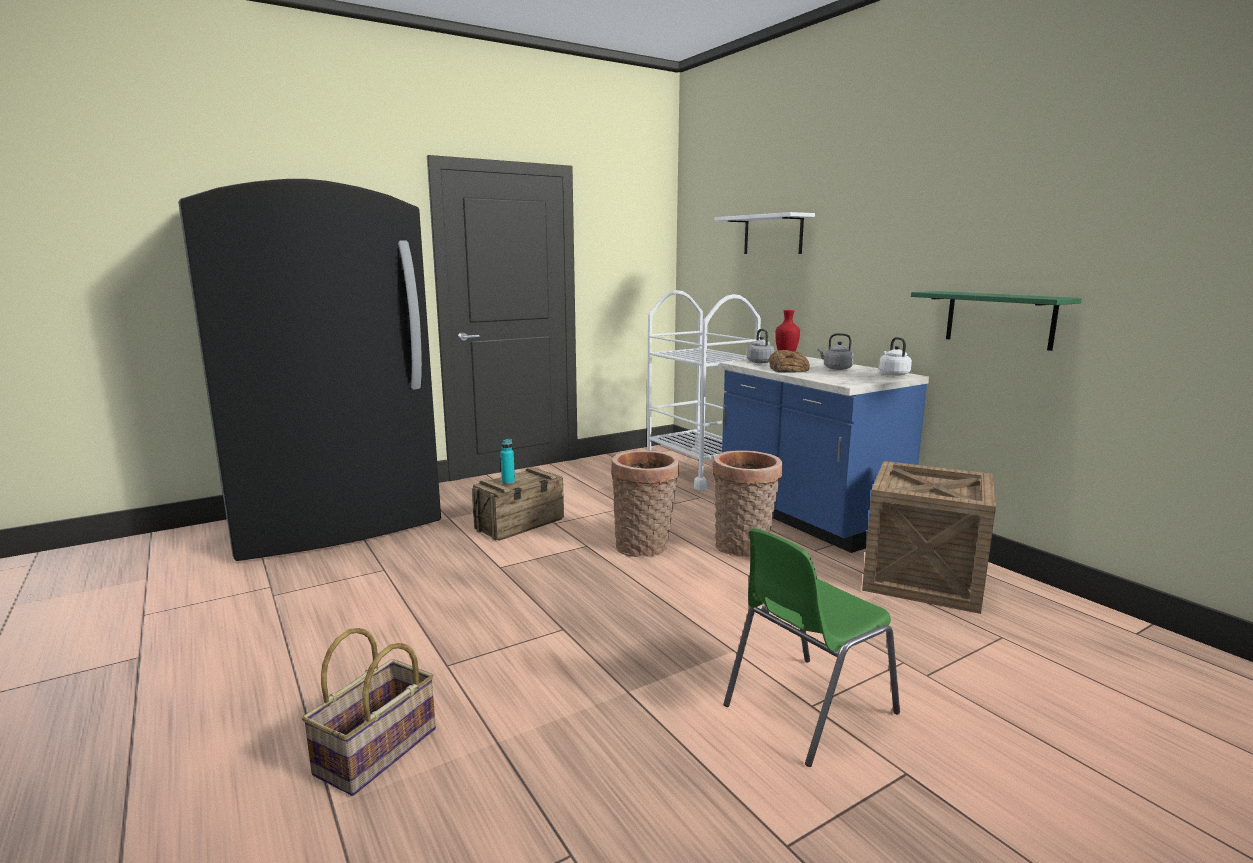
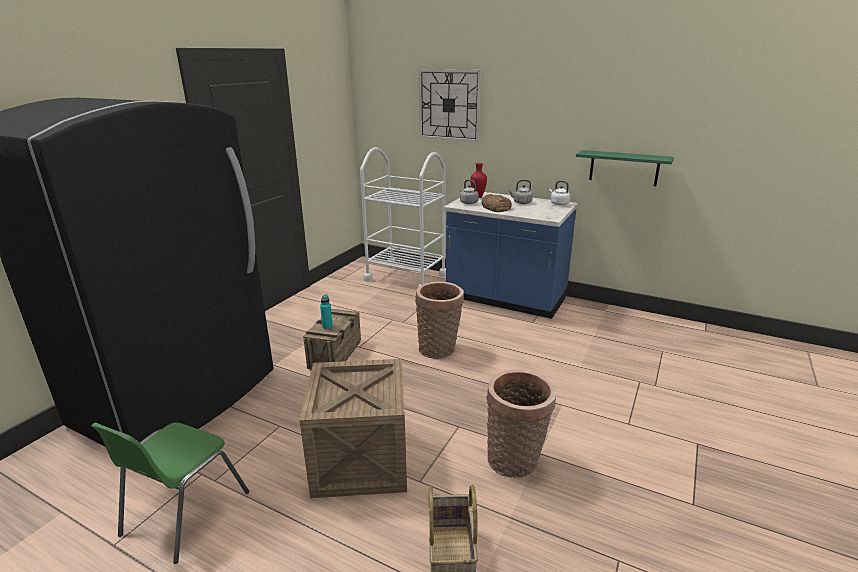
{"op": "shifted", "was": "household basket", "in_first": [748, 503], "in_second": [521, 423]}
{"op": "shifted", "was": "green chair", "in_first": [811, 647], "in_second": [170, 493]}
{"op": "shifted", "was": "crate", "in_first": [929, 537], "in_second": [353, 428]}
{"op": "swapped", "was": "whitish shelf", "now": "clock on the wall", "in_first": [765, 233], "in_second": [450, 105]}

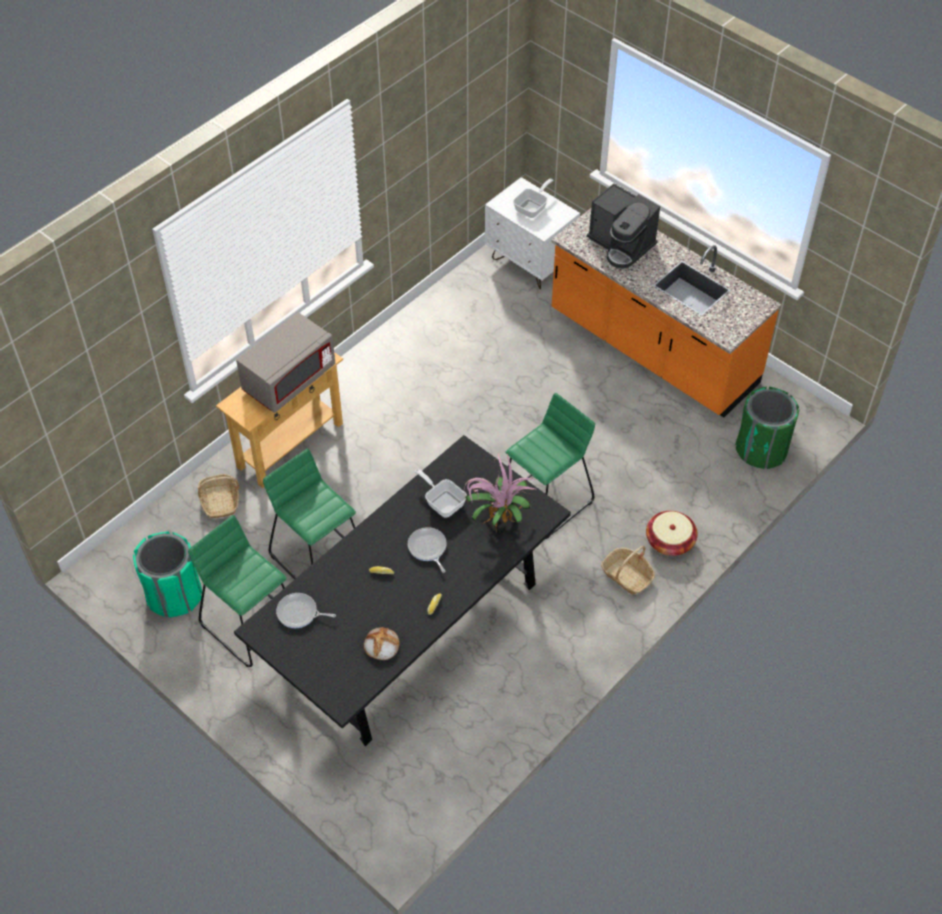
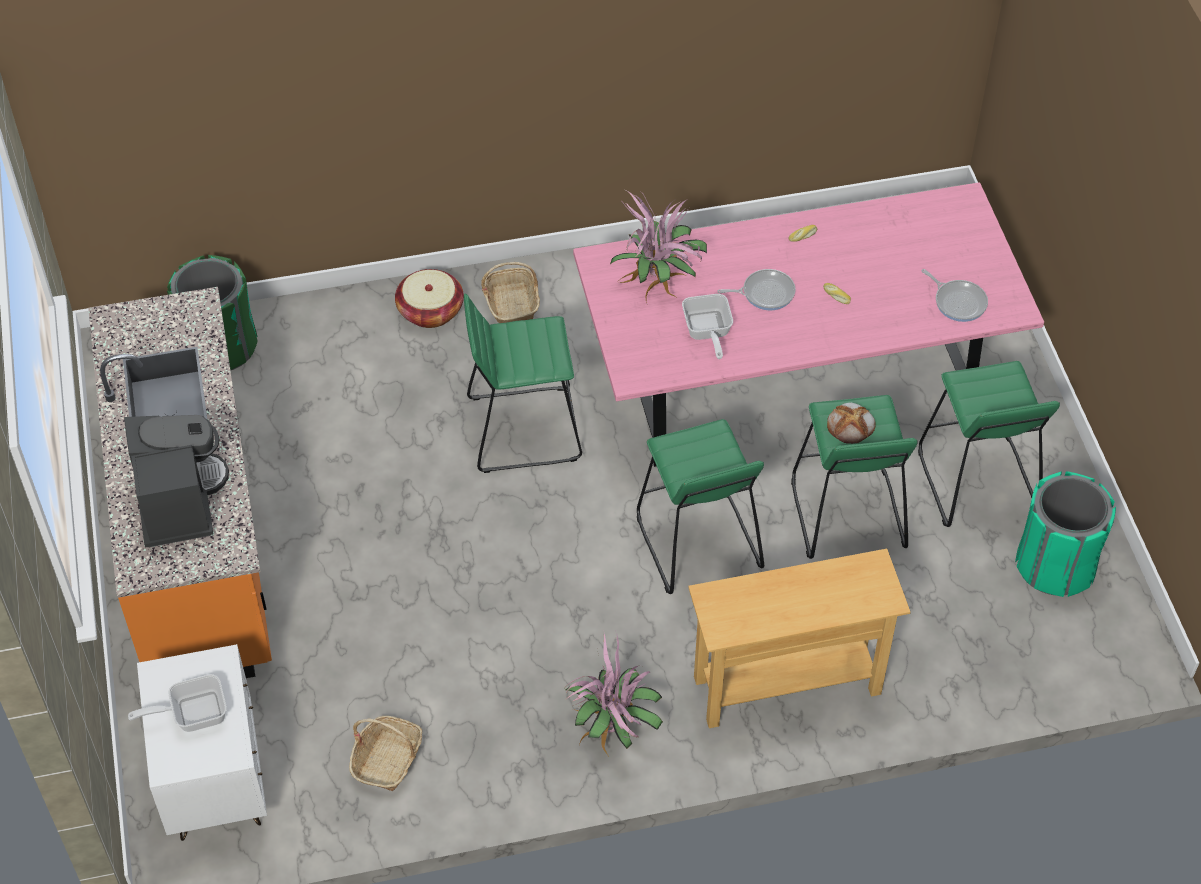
{"op": "gone", "was": "greyish microwave oven", "in_first": [285, 362]}
{"op": "new", "now": "houseplant", "in_second": [614, 693]}
{"op": "new", "now": "green stool", "in_second": [700, 506]}
{"op": "shifted", "was": "household basket", "in_first": [218, 496], "in_second": [385, 753]}
{"op": "shifted", "was": "bakery bread", "in_first": [381, 643], "in_second": [851, 423]}
{"op": "repainted", "was": "black-coloured dining table", "now": "pink dining table", "in_first": [402, 590], "in_second": [808, 324]}
{"op": "rotated", "was": "frying pan", "in_first": [427, 550], "in_second": [756, 289], "clockwise": -105}

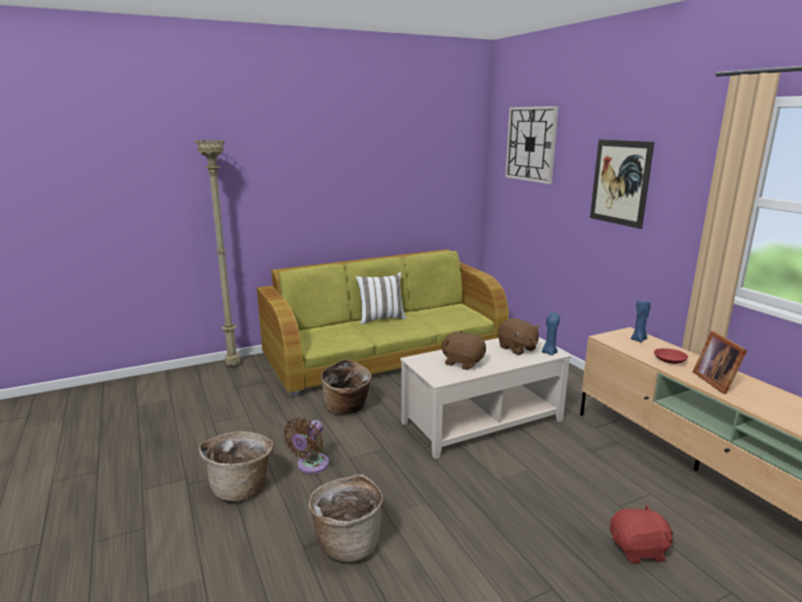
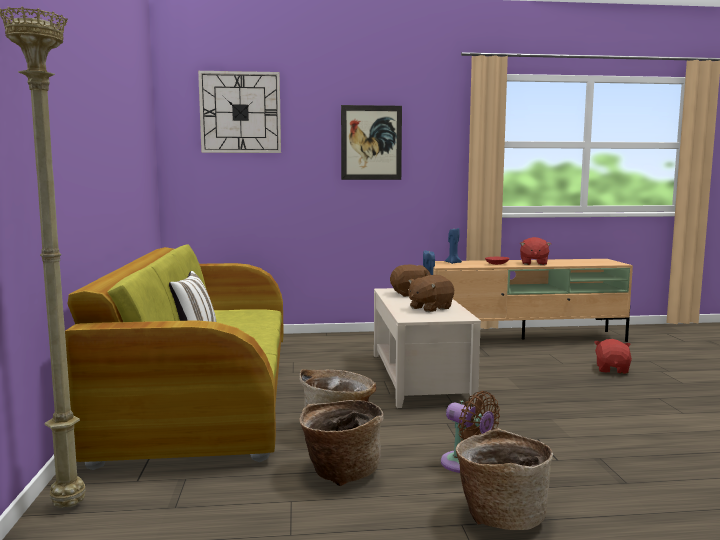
{"op": "shifted", "was": "household basket", "in_first": [346, 518], "in_second": [341, 443]}
{"op": "swapped", "was": "picture frame", "now": "red soft toy", "in_first": [720, 362], "in_second": [535, 251]}

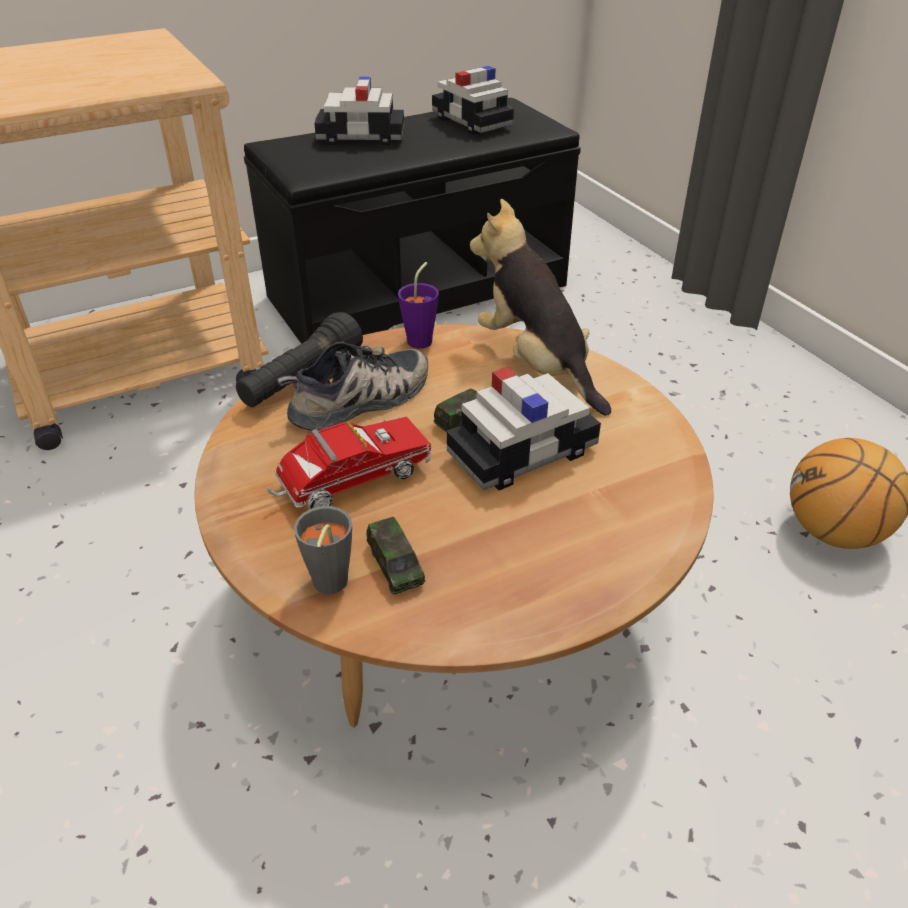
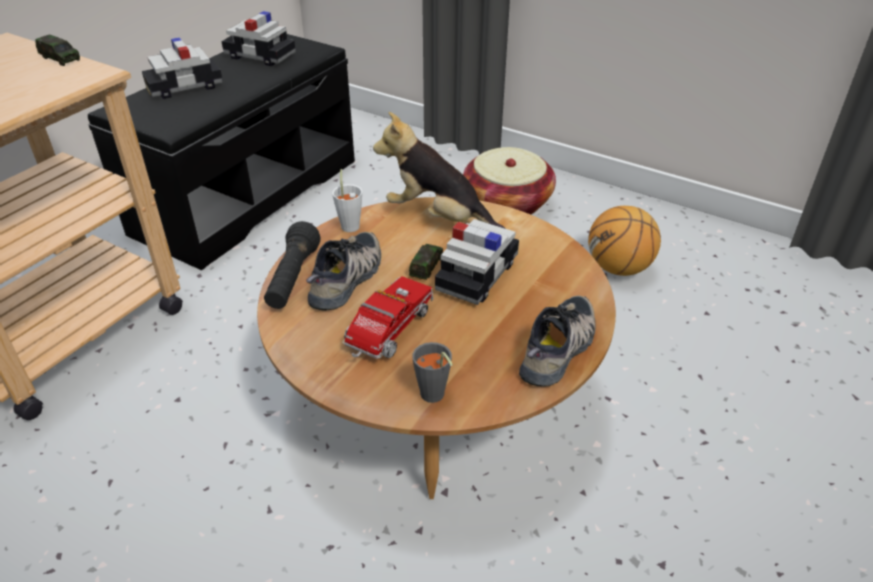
{"op": "new", "now": "household basket", "in_second": [509, 181]}
{"op": "new", "now": "shoe", "in_second": [557, 341]}
{"op": "shifted", "was": "miniature car", "in_first": [395, 555], "in_second": [58, 50]}
{"op": "repainted", "was": "purple-coloured cup", "now": "whitish cup", "in_first": [418, 305], "in_second": [347, 200]}

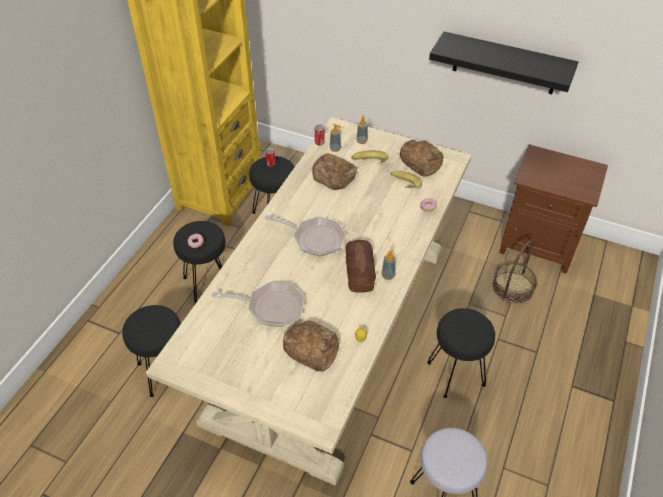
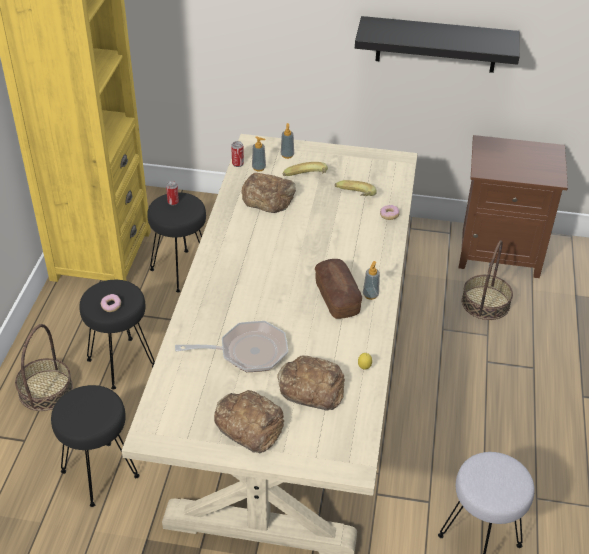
{"op": "gone", "was": "frying pan", "in_first": [305, 235]}
{"op": "gone", "was": "black-coloured stool", "in_first": [461, 353]}
{"op": "new", "now": "household basket", "in_second": [44, 367]}
{"op": "shifted", "was": "bakery bread", "in_first": [421, 158], "in_second": [249, 421]}

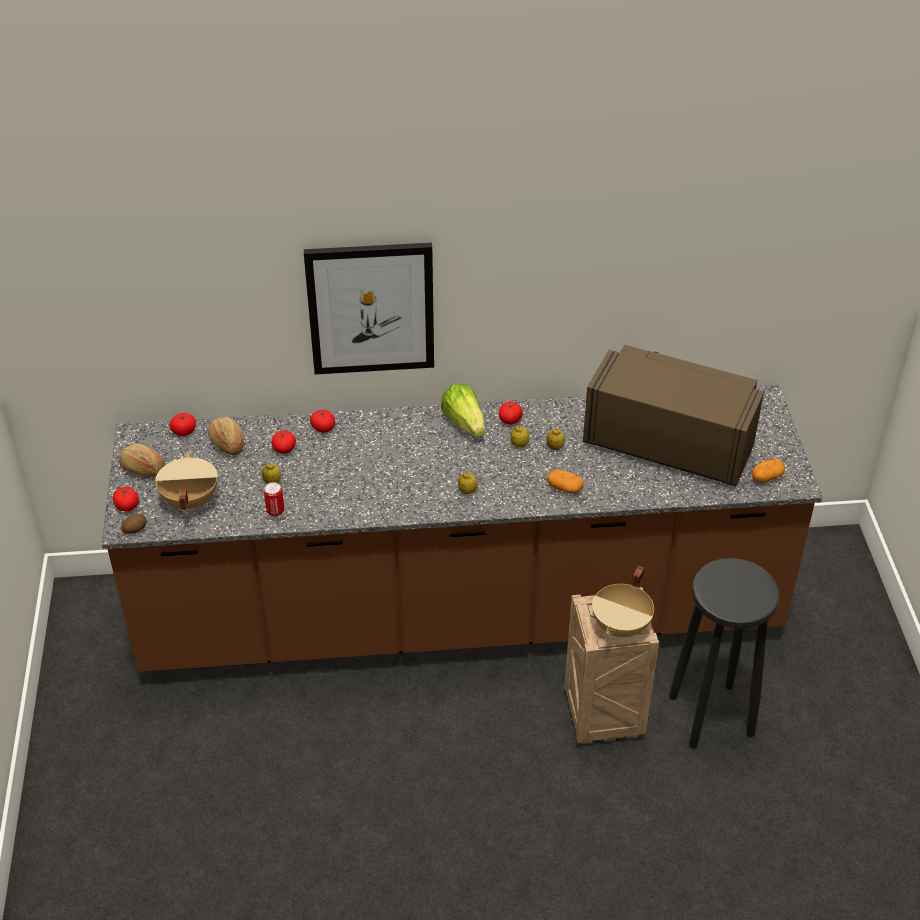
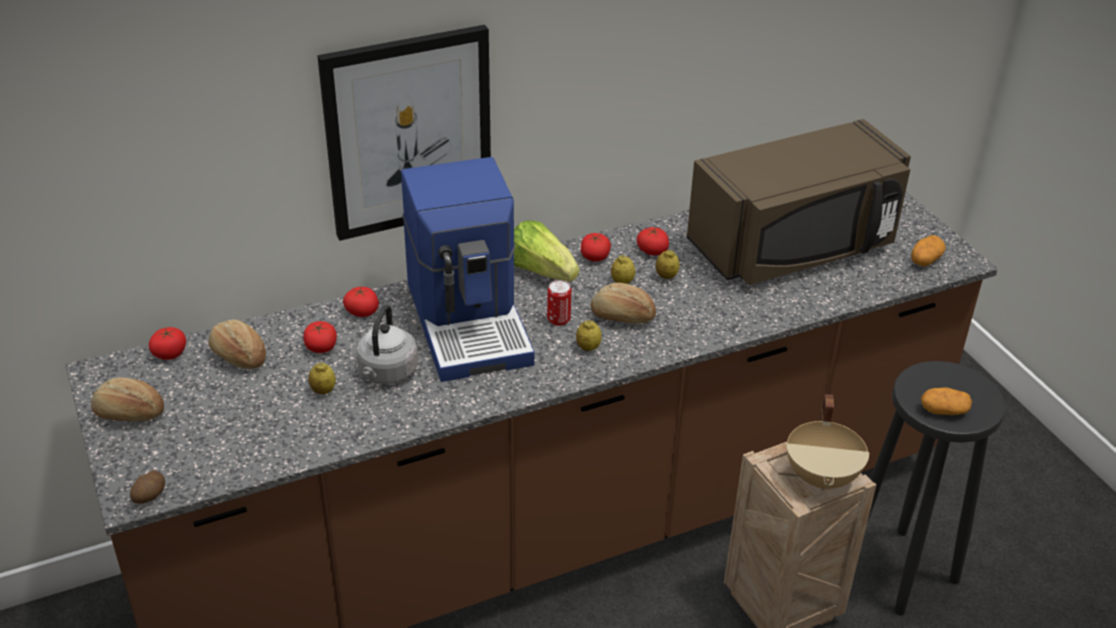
{"op": "gone", "was": "sand-coloured cooking pot", "in_first": [186, 481]}
{"op": "new", "now": "greyish water kettle", "in_second": [387, 344]}
{"op": "new", "now": "coffee maker", "in_second": [468, 269]}
{"op": "new", "now": "bakery bread", "in_second": [623, 303]}
{"op": "shifted", "was": "fresh tomato", "in_first": [126, 499], "in_second": [653, 241]}
{"op": "shifted", "was": "metal can", "in_first": [274, 499], "in_second": [559, 303]}
{"op": "shifted", "was": "whole potato", "in_first": [565, 481], "in_second": [946, 401]}
{"op": "rotated", "was": "brown microwave oven", "in_first": [673, 415], "in_second": [799, 202], "clockwise": 150}

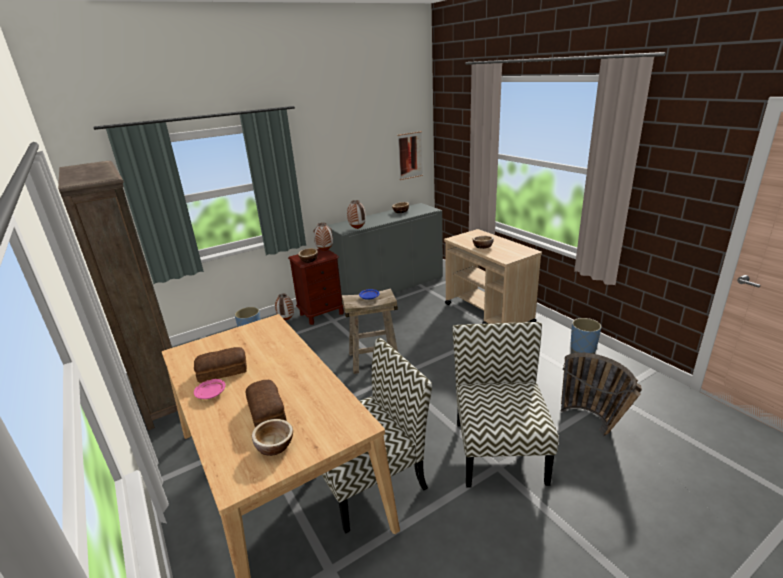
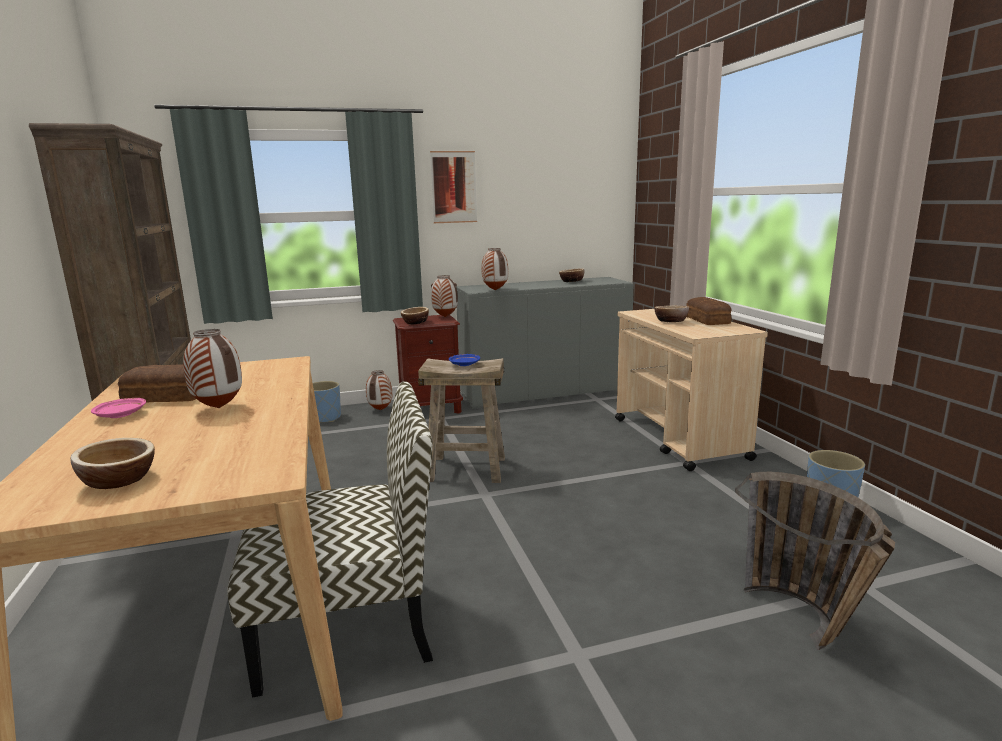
{"op": "gone", "was": "chair", "in_first": [506, 404]}
{"op": "new", "now": "decorative vase", "in_second": [212, 368]}
{"op": "shifted", "was": "bakery bread", "in_first": [266, 403], "in_second": [708, 311]}
{"op": "shifted", "was": "wall picture", "in_first": [410, 155], "in_second": [453, 187]}

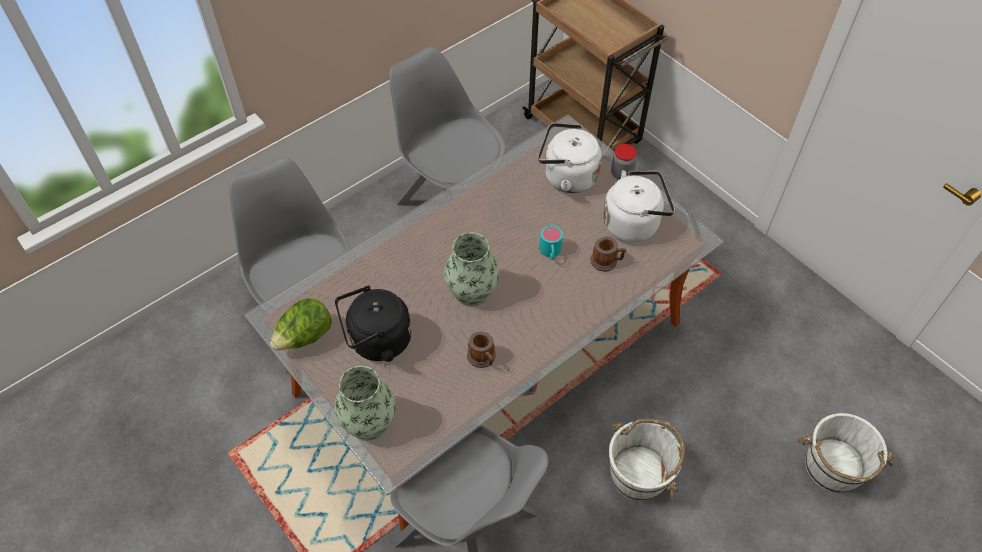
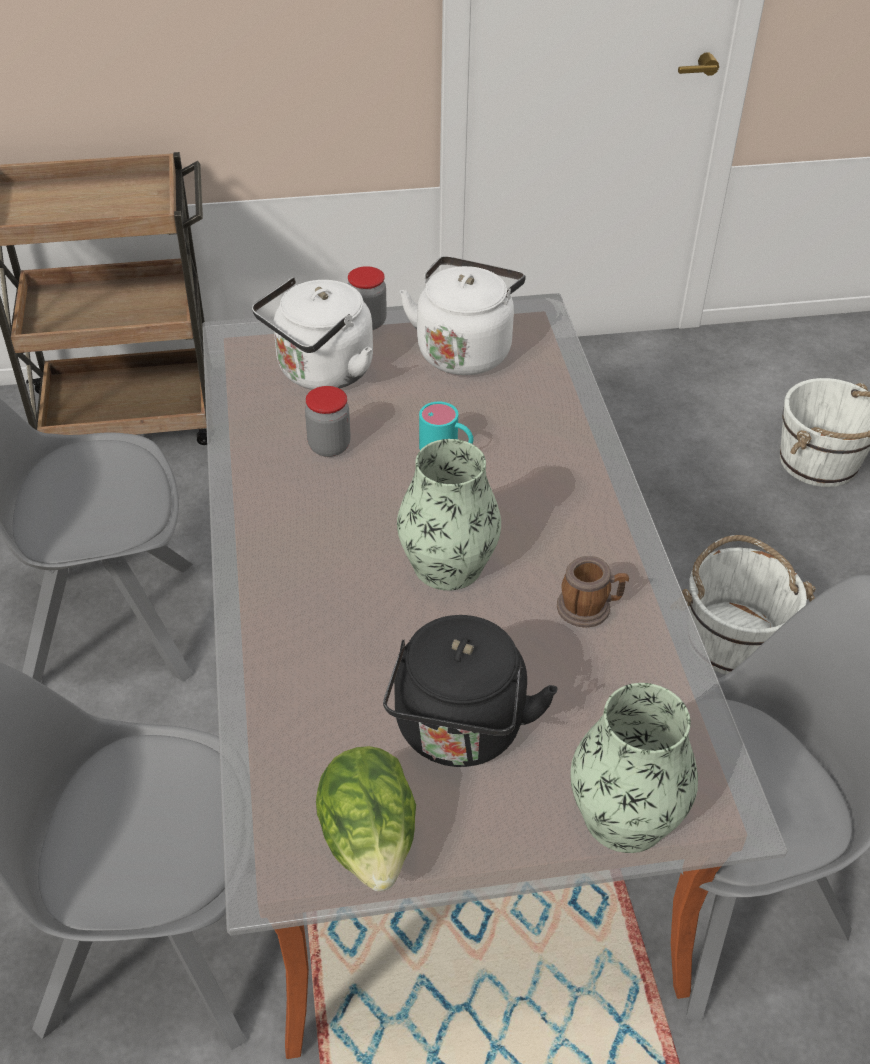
{"op": "gone", "was": "mug", "in_first": [608, 254]}
{"op": "new", "now": "storage jar", "in_second": [328, 421]}

